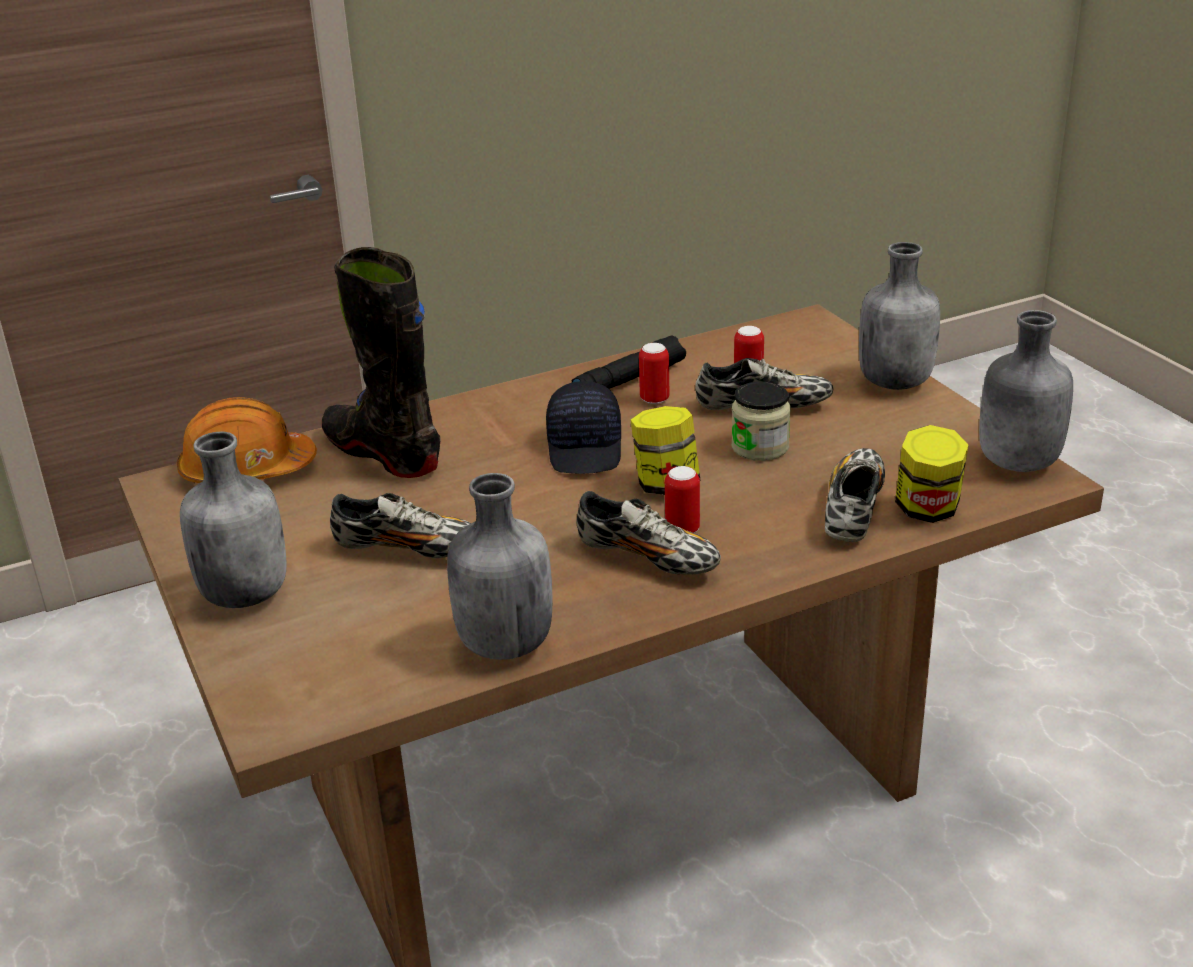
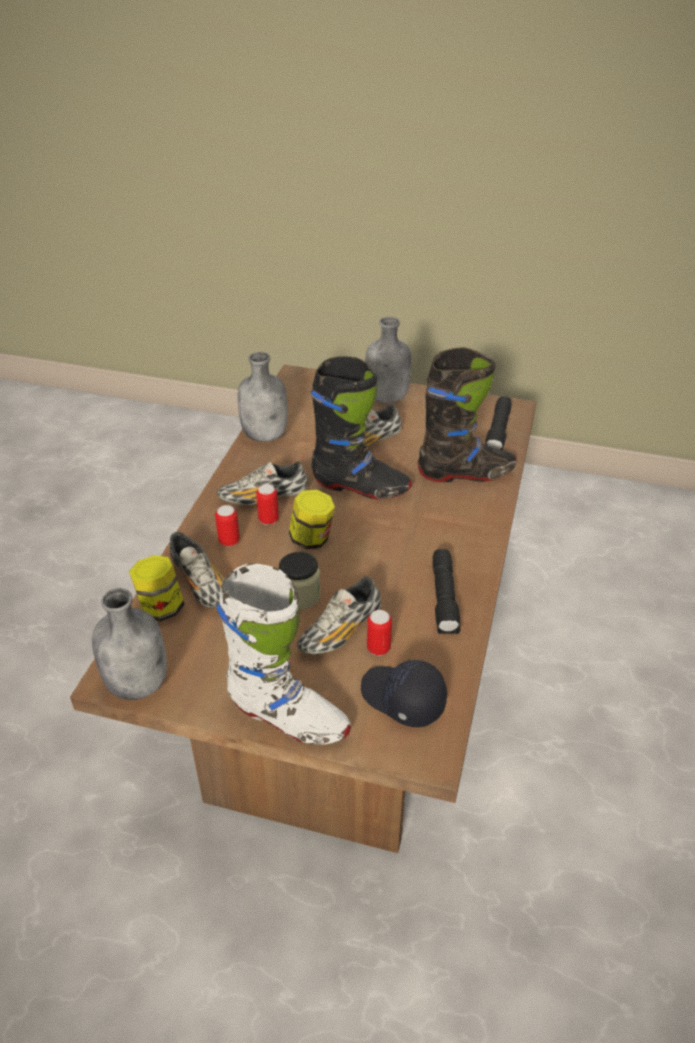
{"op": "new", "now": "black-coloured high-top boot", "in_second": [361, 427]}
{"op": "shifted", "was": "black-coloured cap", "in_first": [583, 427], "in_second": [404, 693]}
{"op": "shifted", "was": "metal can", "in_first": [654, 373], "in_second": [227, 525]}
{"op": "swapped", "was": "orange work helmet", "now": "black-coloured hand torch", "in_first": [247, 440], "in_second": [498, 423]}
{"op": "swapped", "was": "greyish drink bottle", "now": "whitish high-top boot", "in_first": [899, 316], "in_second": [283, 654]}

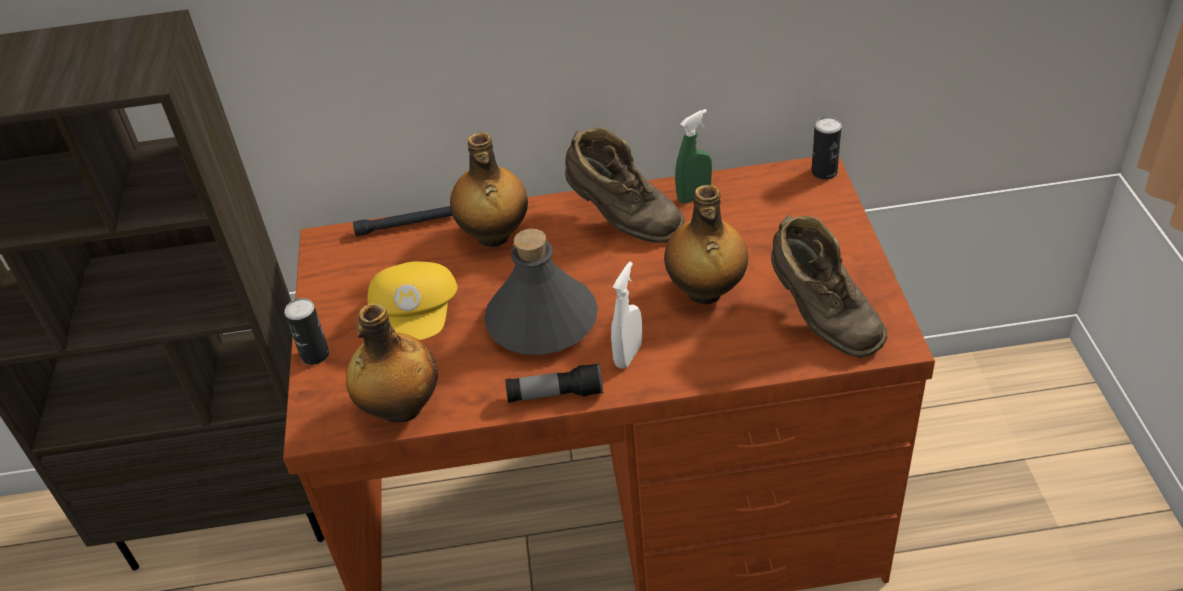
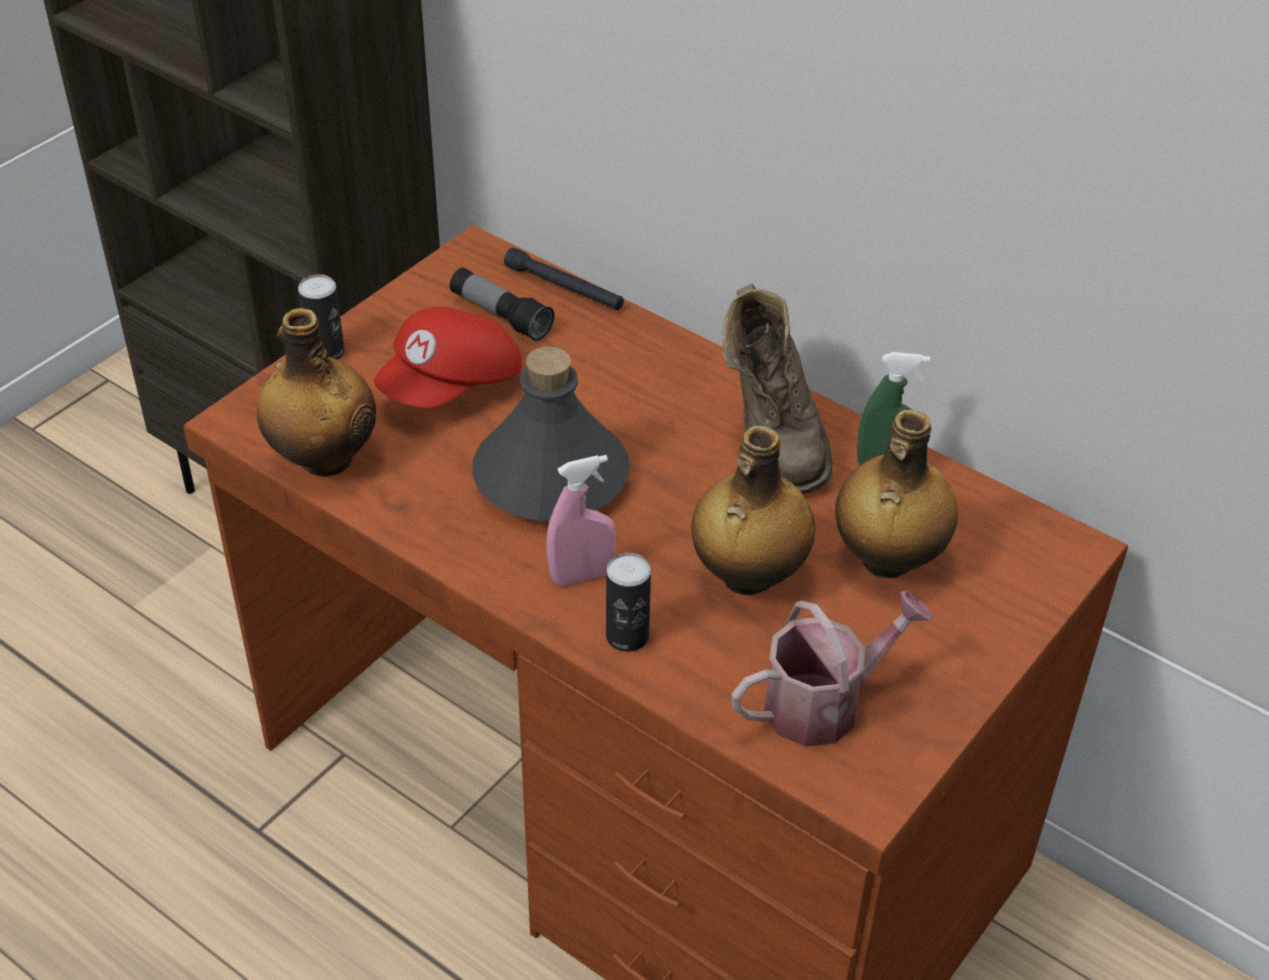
{"op": "shifted", "was": "drink bottle", "in_first": [489, 189], "in_second": [896, 494]}
{"op": "shifted", "was": "hand torch", "in_first": [554, 383], "in_second": [502, 304]}
{"op": "shifted", "was": "metal can", "in_first": [826, 148], "in_second": [628, 602]}
{"op": "swapped", "was": "brown high-top boot", "now": "watering can", "in_first": [829, 286], "in_second": [833, 669]}
{"op": "repainted", "was": "yellow cap", "now": "red cap", "in_first": [412, 300], "in_second": [448, 357]}
{"op": "repainted", "was": "whitish sprayer", "now": "pink sprayer", "in_first": [626, 315], "in_second": [581, 520]}

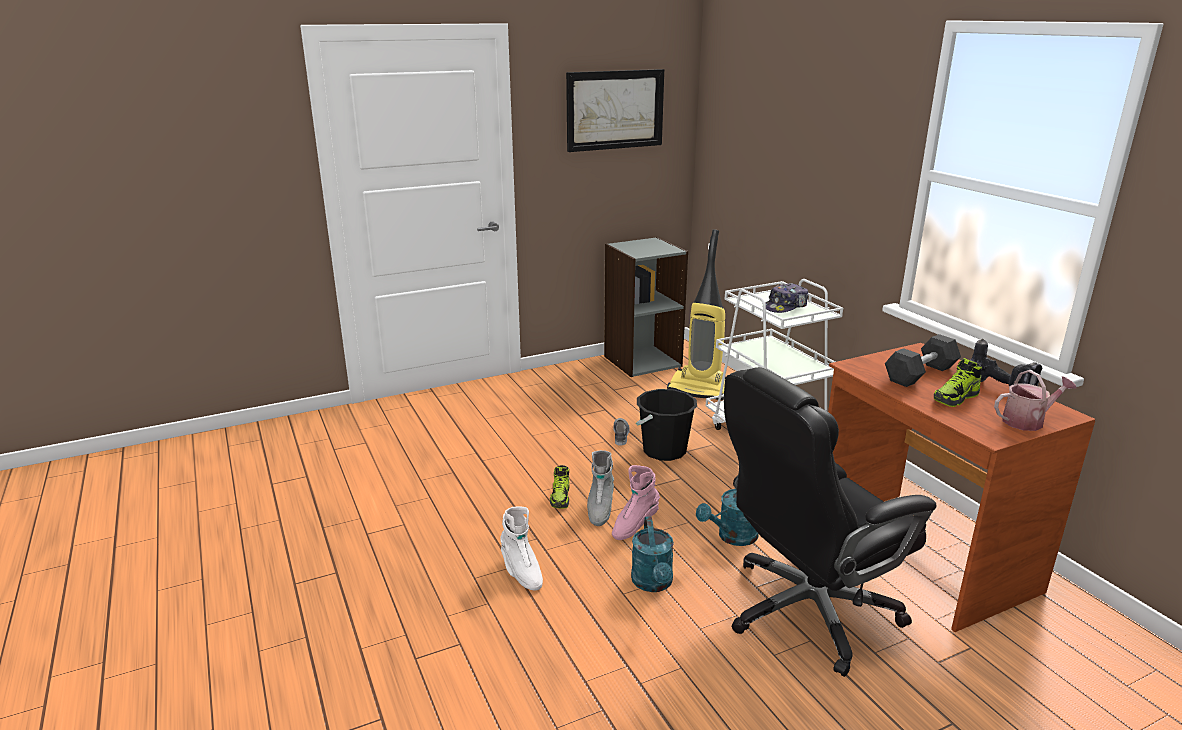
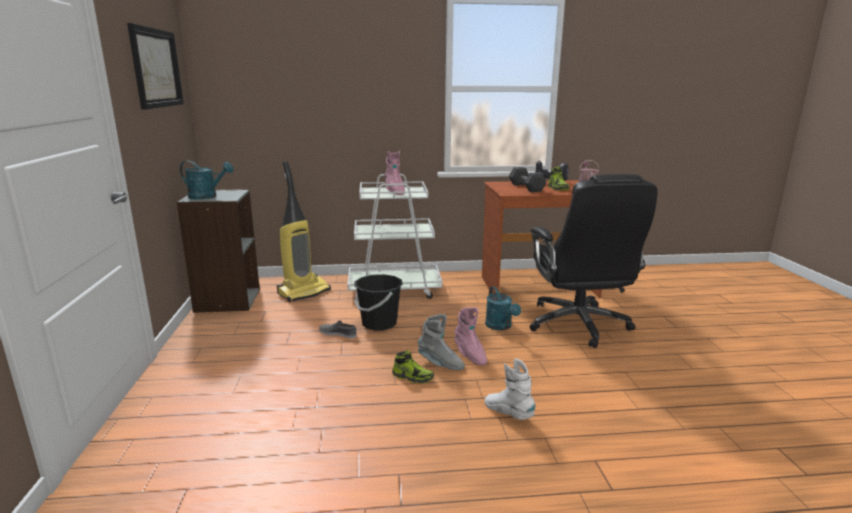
{"op": "shifted", "was": "blue-green watering can", "in_first": [652, 554], "in_second": [207, 180]}
{"op": "swapped", "was": "cap", "now": "pink high-top boot", "in_first": [786, 298], "in_second": [395, 173]}
{"op": "rotated", "was": "whitish high-top boot", "in_first": [521, 549], "in_second": [510, 389], "clockwise": -120}

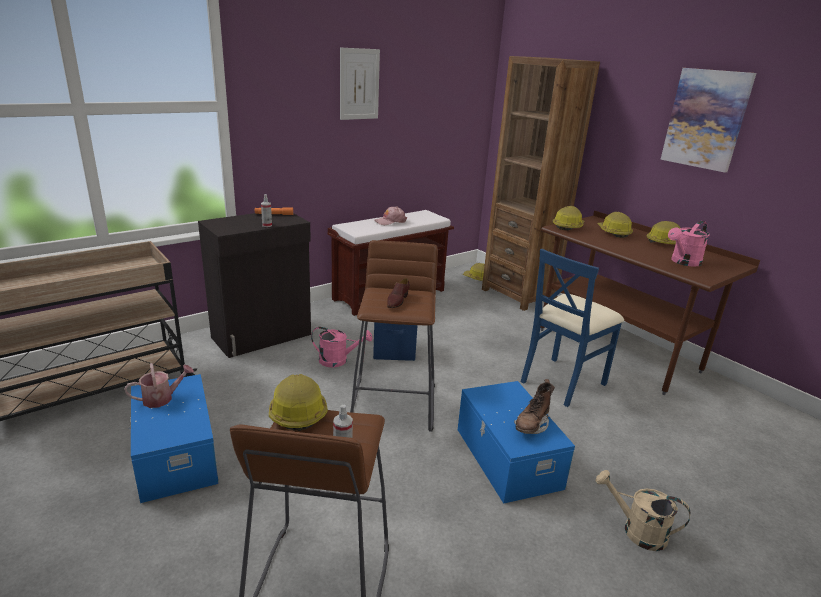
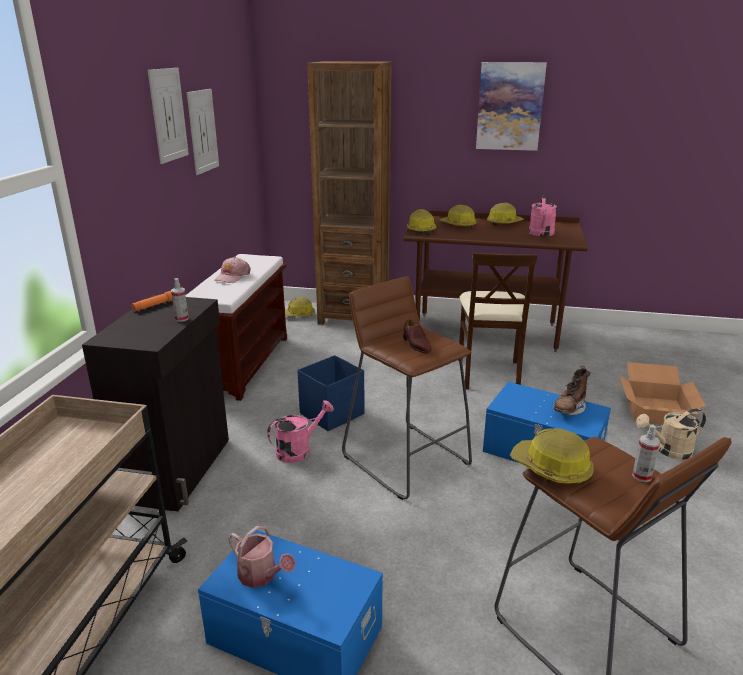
{"op": "new", "now": "wall picture", "in_second": [203, 132]}
{"op": "new", "now": "packing box", "in_second": [663, 393]}
{"op": "repainted", "was": "blue chair", "now": "sand-coloured chair", "in_first": [572, 327], "in_second": [498, 321]}
{"op": "rotated", "was": "watering can", "in_first": [159, 385], "in_second": [262, 557], "clockwise": 105}
{"op": "rotated", "was": "brown high-top boot", "in_first": [534, 406], "in_second": [572, 390], "clockwise": 45}

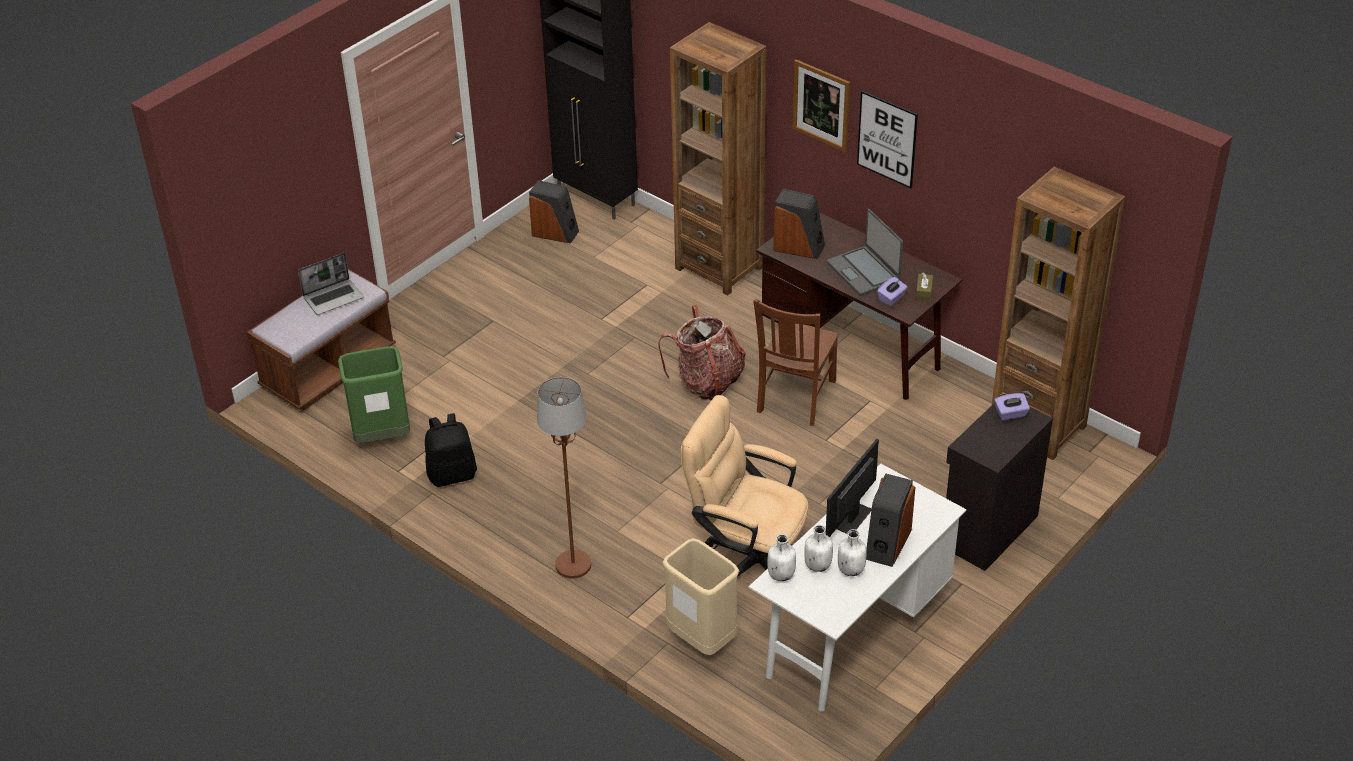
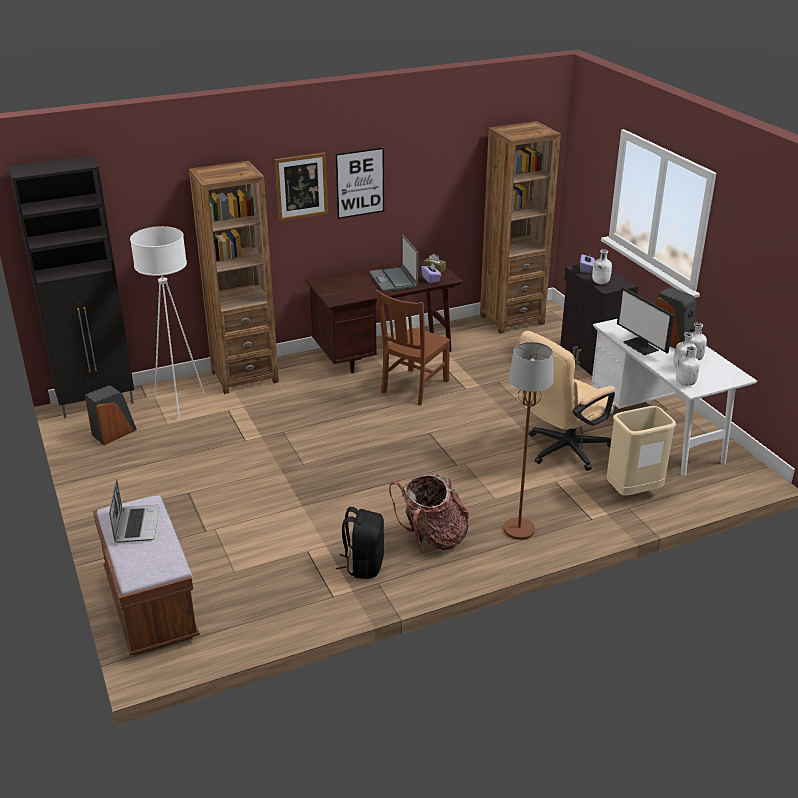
{"op": "gone", "was": "green trash can", "in_first": [374, 394]}
{"op": "gone", "was": "loudspeaker", "in_first": [799, 224]}
{"op": "new", "now": "whitish standard lamp", "in_second": [167, 323]}
{"op": "new", "now": "whitish drink bottle", "in_second": [602, 266]}
{"op": "shifted", "was": "rucksack", "in_first": [702, 352], "in_second": [429, 513]}
{"op": "rotated", "was": "brown chair", "in_first": [795, 362], "in_second": [412, 348], "clockwise": 75}
{"op": "rotated", "was": "laptop", "in_first": [865, 252], "in_second": [394, 263], "clockwise": 75}

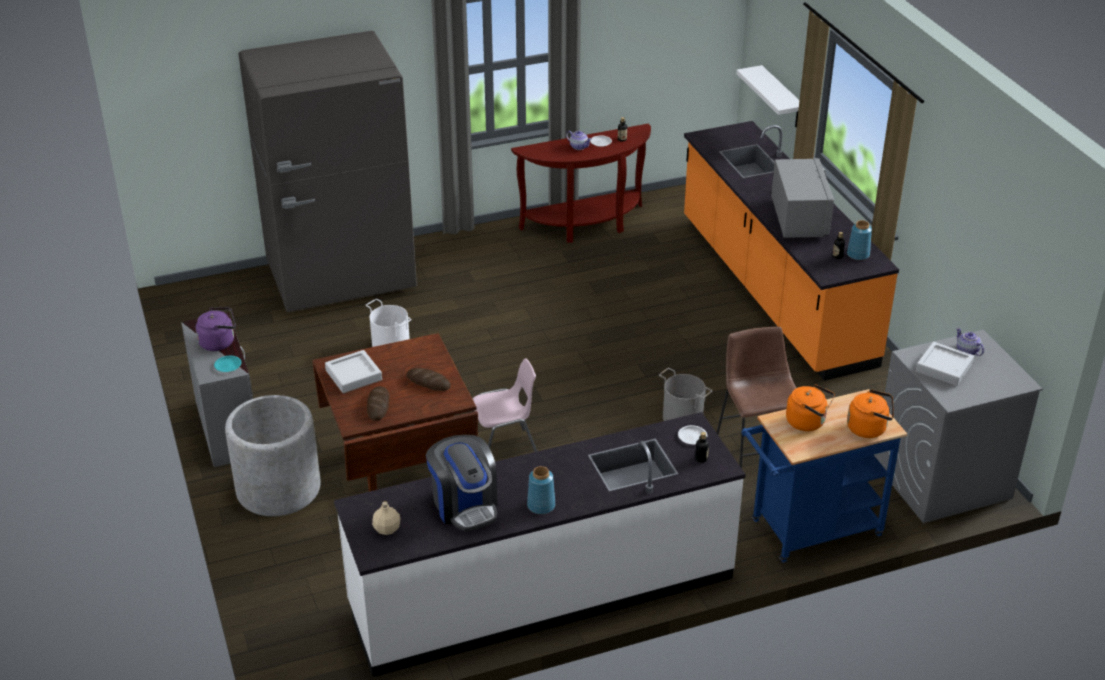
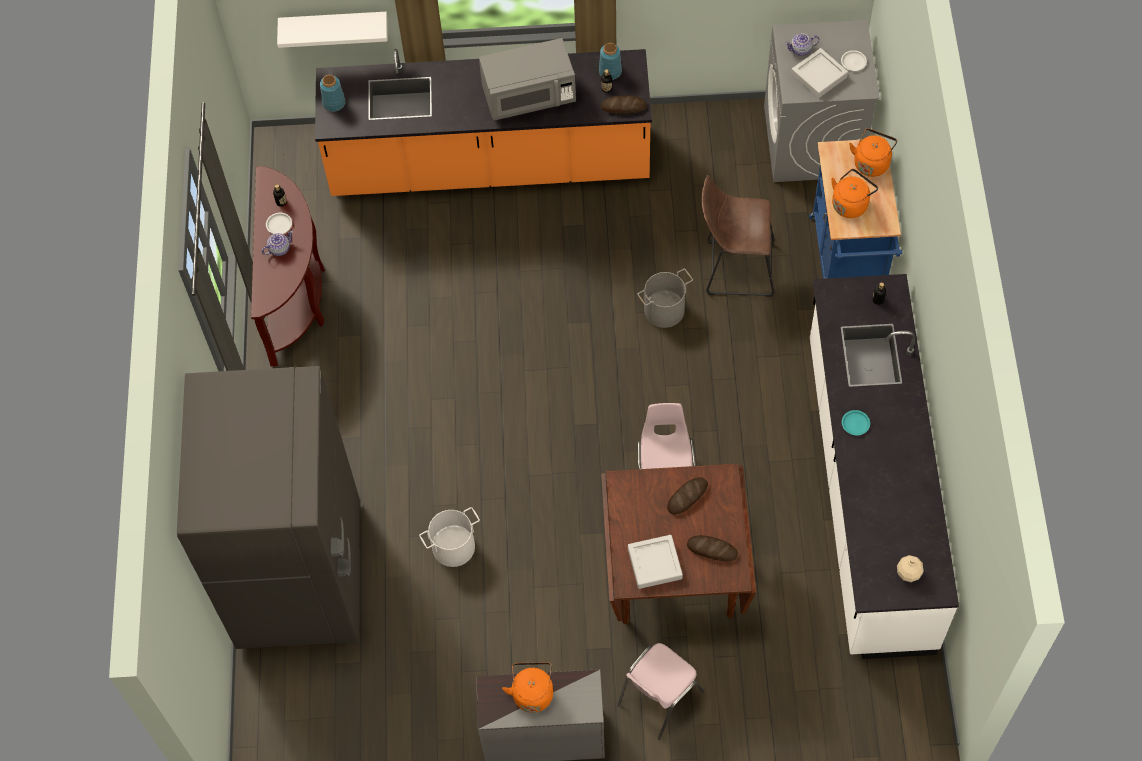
{"op": "gone", "was": "coffee maker", "in_first": [462, 483]}
{"op": "new", "now": "bakery bread", "in_second": [624, 104]}
{"op": "shifted", "was": "blue-green flat dish", "in_first": [228, 364], "in_second": [856, 422]}
{"op": "shifted", "was": "blue decorative vase", "in_first": [541, 490], "in_second": [333, 93]}
{"op": "shifted", "was": "whitish flat dish", "in_first": [692, 434], "in_second": [854, 60]}
{"op": "swapped", "was": "greyish flower pot", "now": "pink chair", "in_first": [273, 455], "in_second": [660, 691]}
{"op": "repainted", "was": "purple-coloured water kettle", "now": "orange water kettle", "in_first": [216, 329], "in_second": [527, 687]}
{"op": "rotated", "was": "greyish microwave oven", "in_first": [802, 198], "in_second": [527, 79], "clockwise": 150}

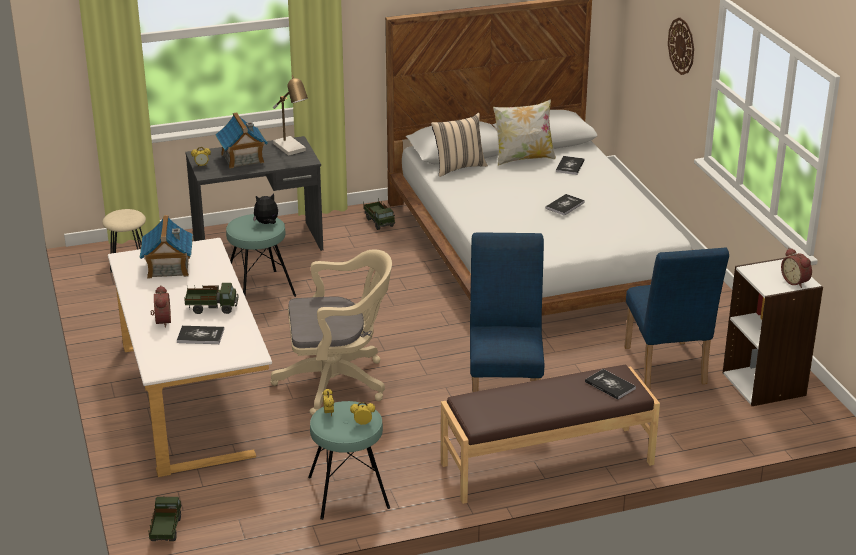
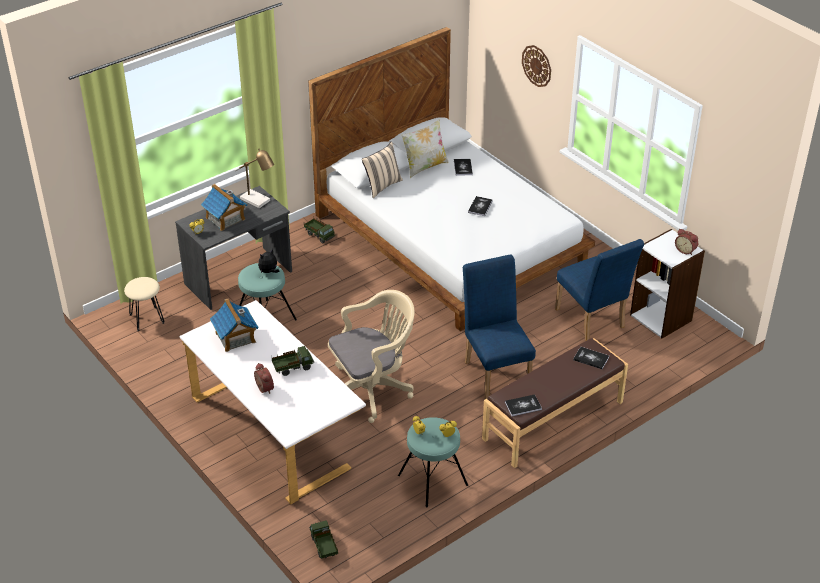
{"op": "shifted", "was": "volume", "in_first": [200, 335], "in_second": [523, 405]}

